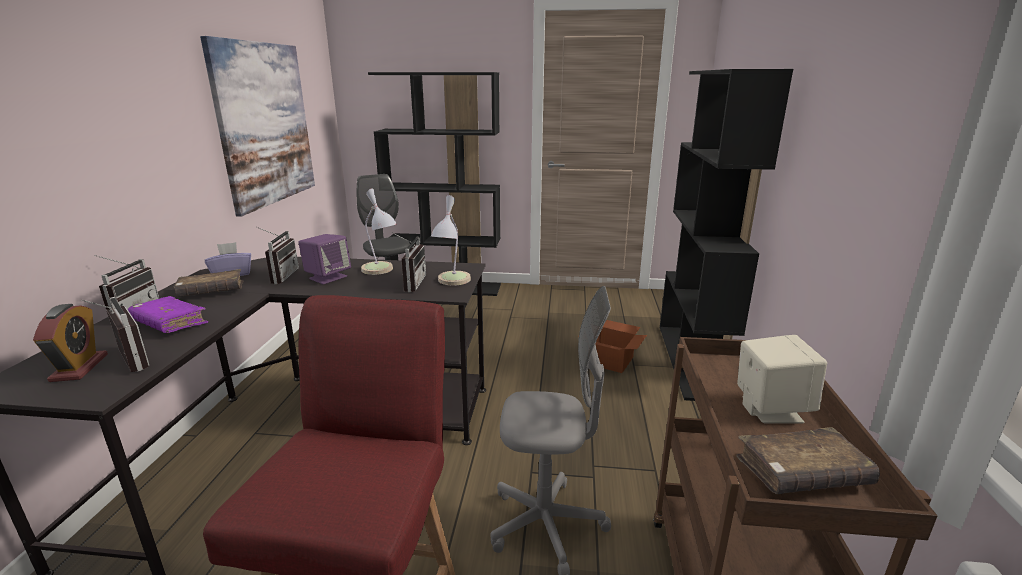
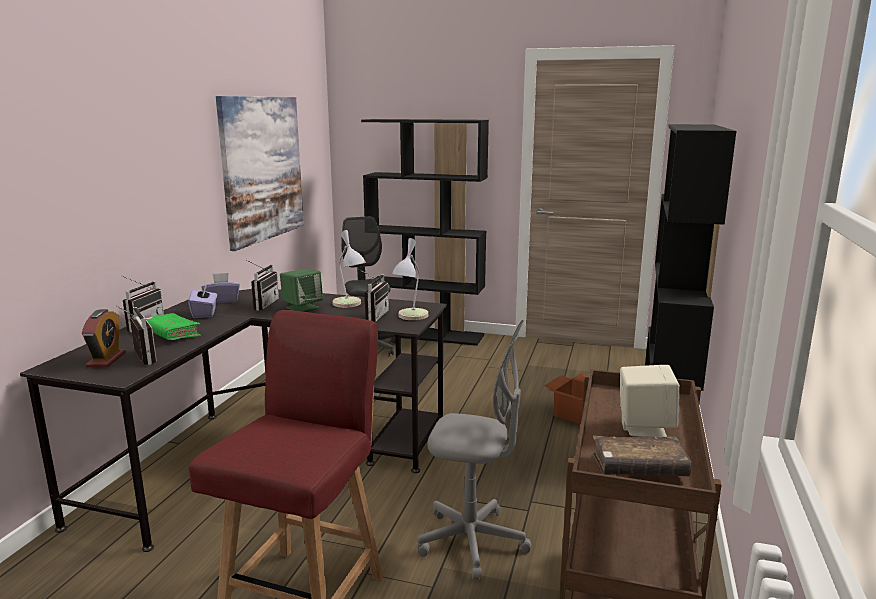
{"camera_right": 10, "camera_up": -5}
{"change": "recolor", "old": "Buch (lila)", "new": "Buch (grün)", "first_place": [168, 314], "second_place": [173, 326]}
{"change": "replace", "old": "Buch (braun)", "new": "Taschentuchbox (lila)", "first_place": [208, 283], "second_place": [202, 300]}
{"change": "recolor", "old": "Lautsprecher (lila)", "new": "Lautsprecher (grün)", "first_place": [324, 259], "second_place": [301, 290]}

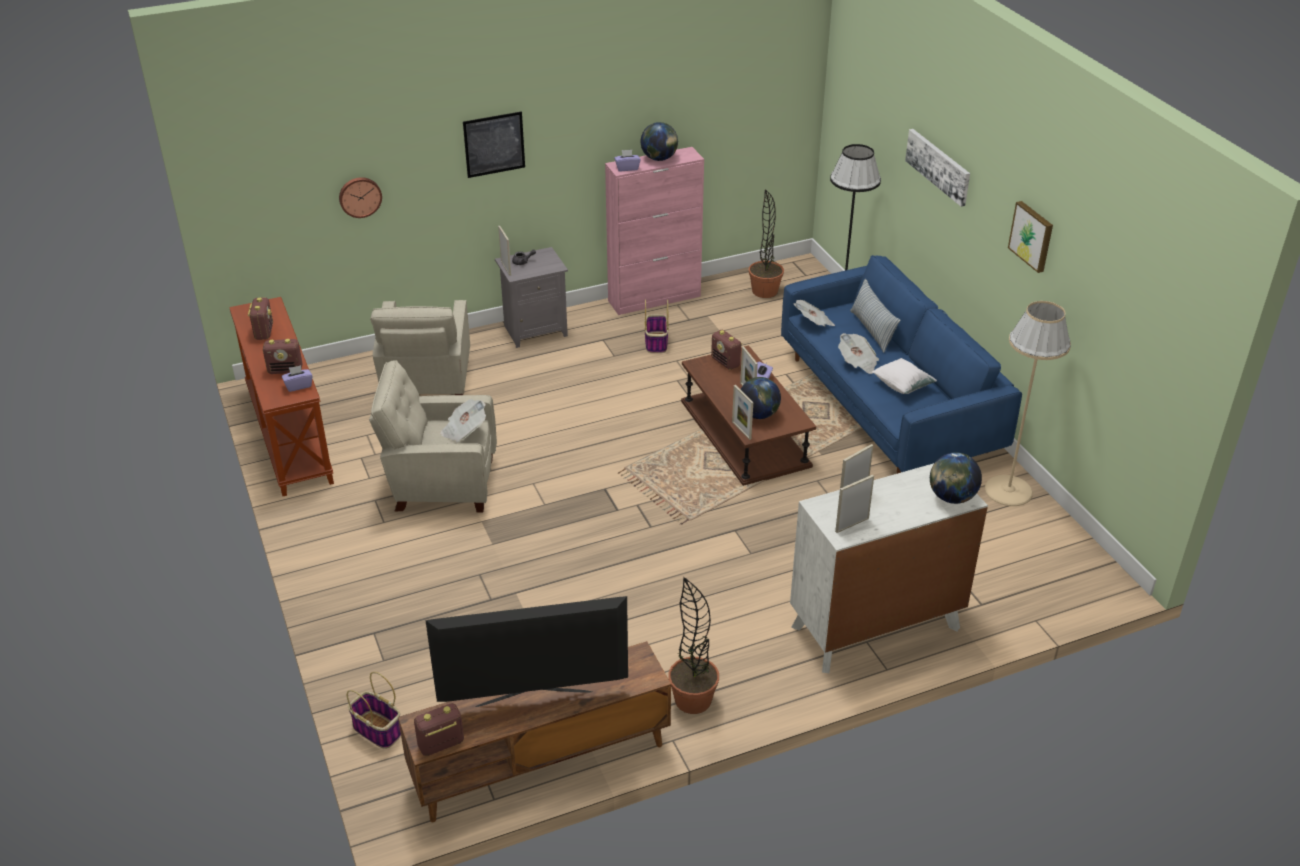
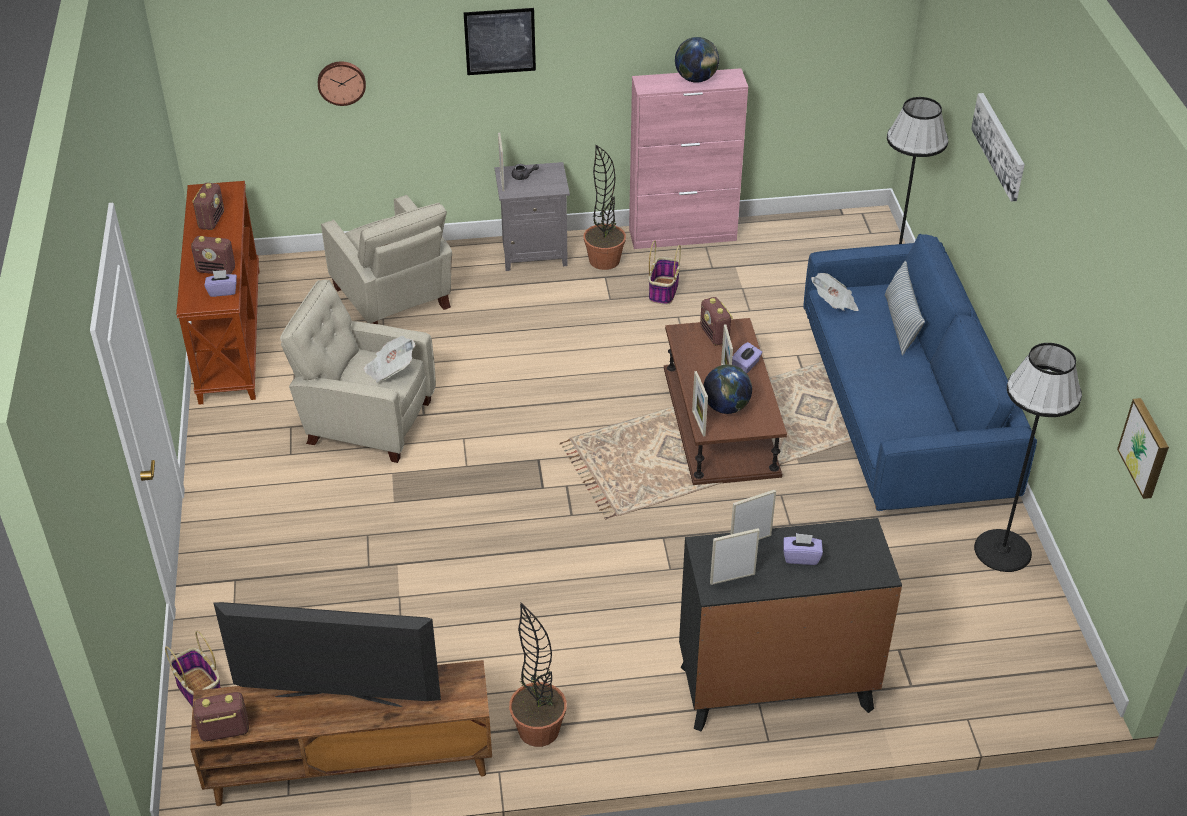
{"camera_right": 15, "camera_up": 5}
{"change": "rotate", "old": "Sessel (beige)", "first_place": [420, 347], "second_place": [386, 259], "degrees": -45}
{"change": "move", "old": "Taschentuchbox (lila)", "first_place": [627, 160], "second_place": [803, 549]}
{"change": "move", "old": "Topfpflanze", "first_place": [766, 243], "second_place": [605, 207]}
{"change": "recolor", "old": "Kommode (weiß)", "new": "Kommode (schwarz)", "first_place": [889, 568], "second_place": [790, 625]}
{"change": "delete", "old": "Zeitung", "first_place": [858, 353]}
{"change": "delete", "old": "Kissen (weiß)", "first_place": [904, 376]}
{"change": "delete", "old": "Globus", "first_place": [956, 478]}
{"change": "recolor", "old": "Stehlampe (beige)", "new": "Stehlampe (schwarz)", "first_place": [1028, 403], "second_place": [1028, 457]}
{"change": "move", "old": "Bild", "first_place": [1030, 237], "second_place": [1143, 448]}

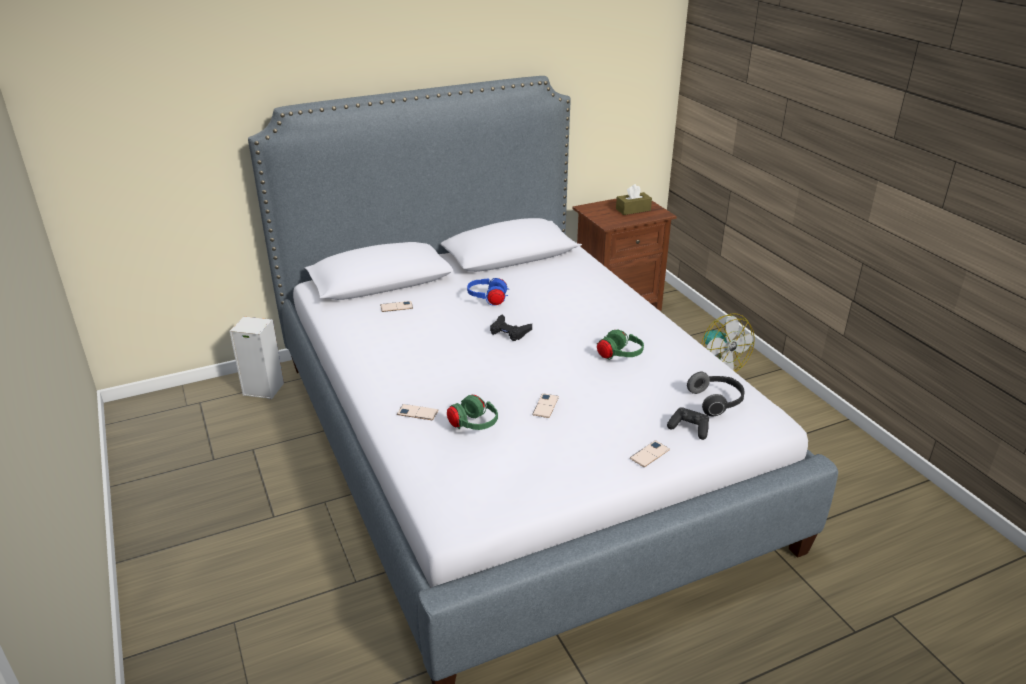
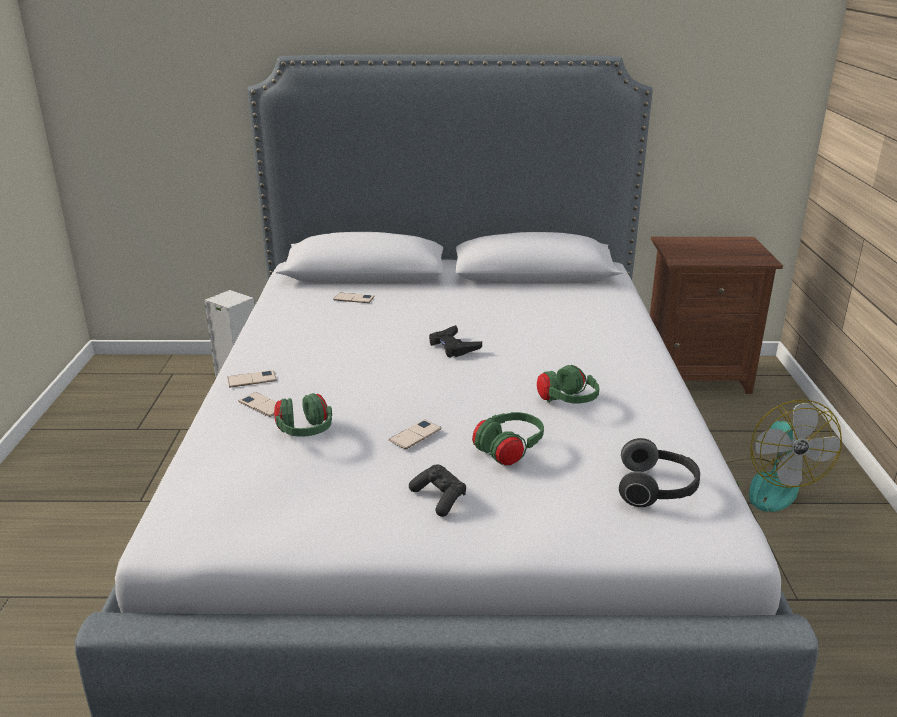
{"camera_right": 25, "camera_up": -5}
{"change": "delete", "old": "Kopfhörer (blau)", "first_place": [487, 291]}
{"change": "delete", "old": "Taschentuchbox (braun)", "first_place": [634, 199]}
{"change": "move", "old": "Handy", "first_place": [650, 453], "second_place": [252, 378]}
{"change": "move", "old": "Gamepad (schwarz)", "first_place": [688, 423], "second_place": [437, 491]}
{"change": "insert", "new": "Kopfhörer (grün)", "second_place": [508, 438]}

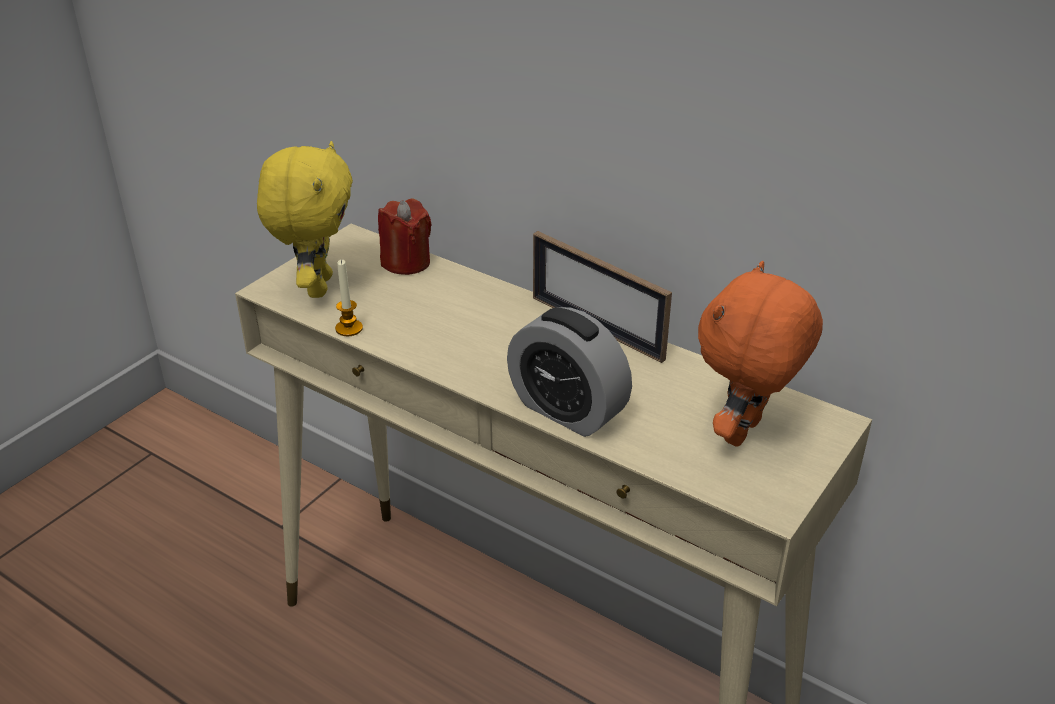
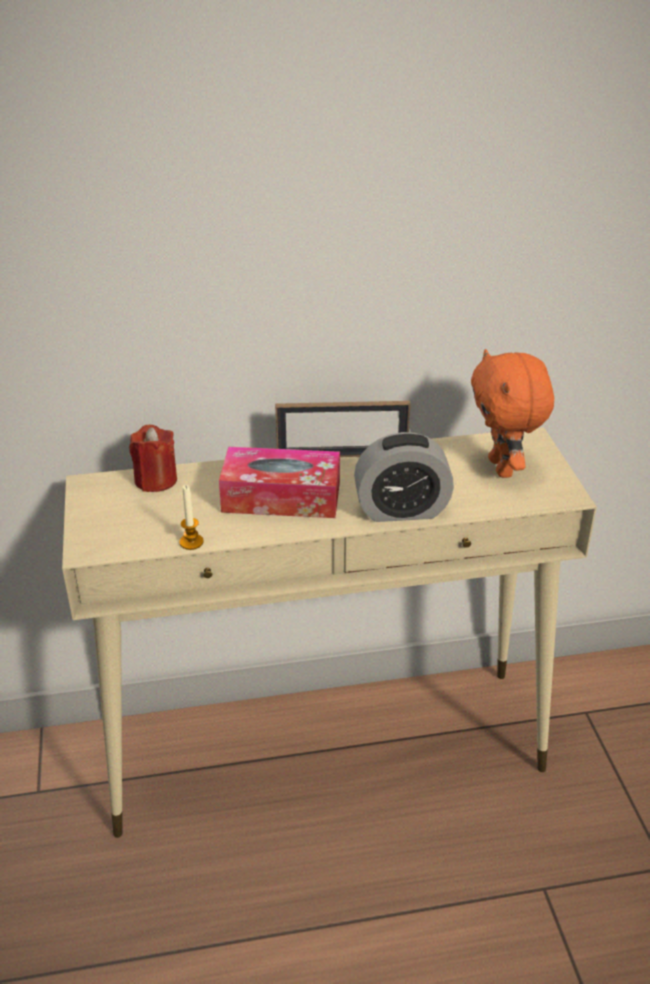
{"camera_right": -45, "camera_up": 0}
{"change": "delete", "old": "Plüschtier (gelb)", "first_place": [305, 219]}
{"change": "insert", "new": "Taschentuchbox", "second_place": [279, 482]}

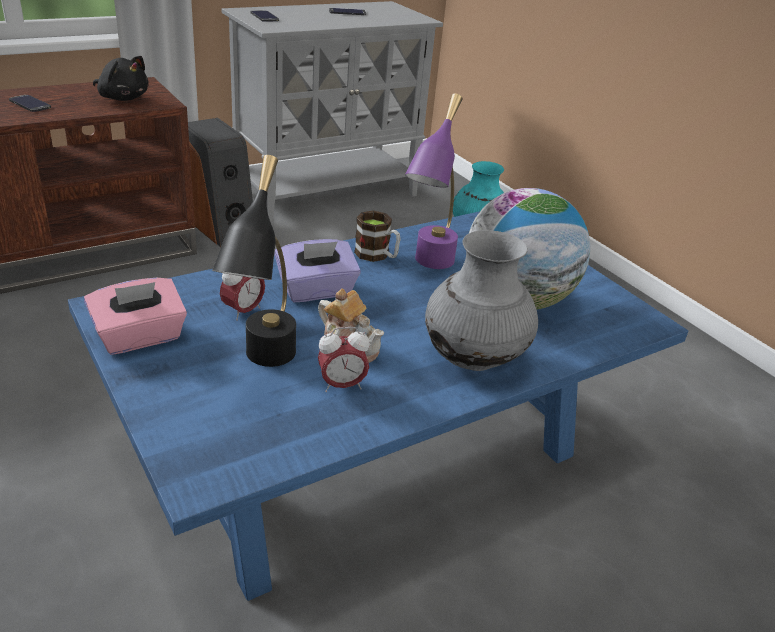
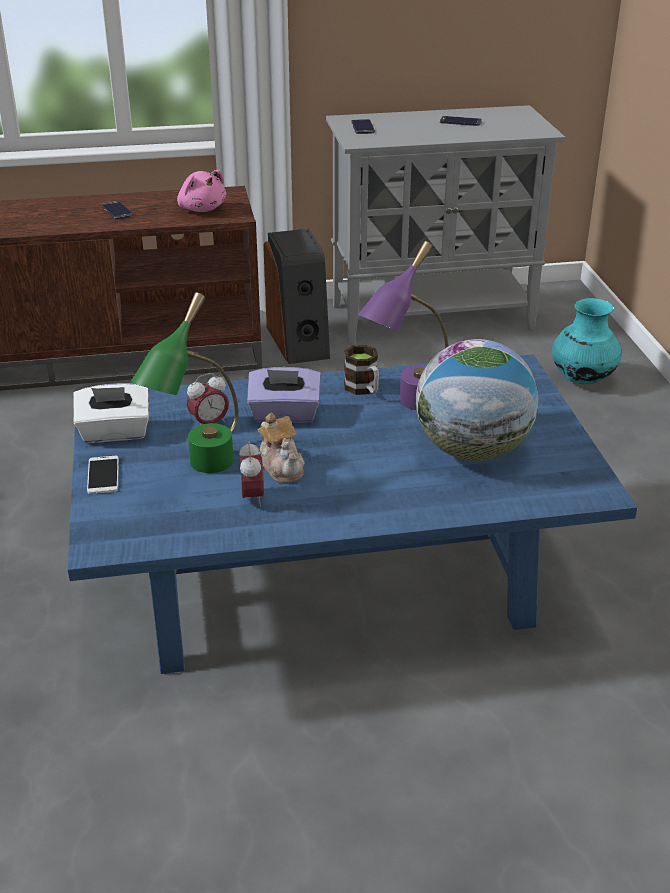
{"camera_right": 25, "camera_up": 0}
{"change": "recolor", "old": "Taschentuchbox (rosa)", "new": "Taschentuchbox (weiß)", "first_place": [135, 316], "second_place": [111, 413]}
{"change": "recolor", "old": "Plüschtier (schwarz)", "new": "Plüschtier (rosa)", "first_place": [121, 78], "second_place": [201, 191]}
{"change": "recolor", "old": "Tischlampe (schwarz)", "new": "Tischlampe (grün)", "first_place": [254, 261], "second_place": [185, 382]}
{"change": "rotate", "old": "Wecker", "first_place": [344, 359], "second_place": [251, 474], "degrees": -105}
{"change": "delete", "old": "Vase (grau)", "first_place": [481, 300]}
{"change": "insert", "new": "Handy", "second_place": [103, 475]}

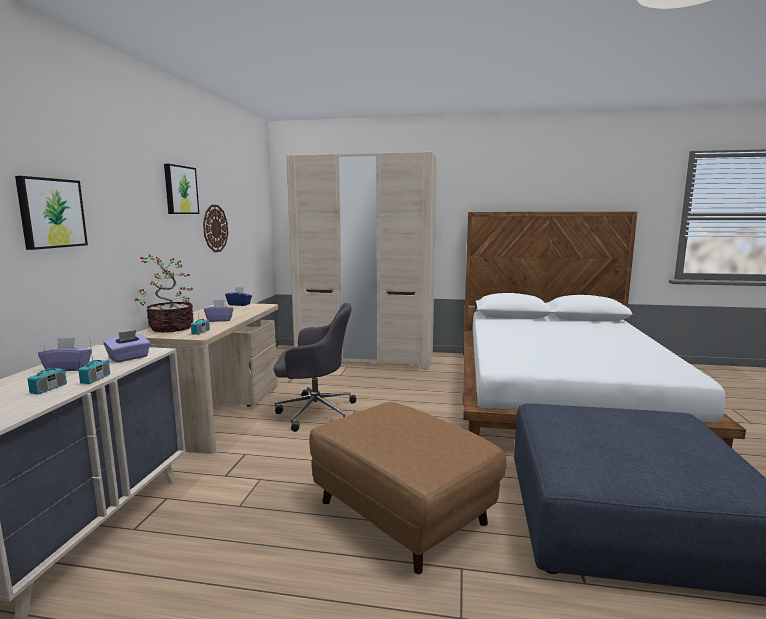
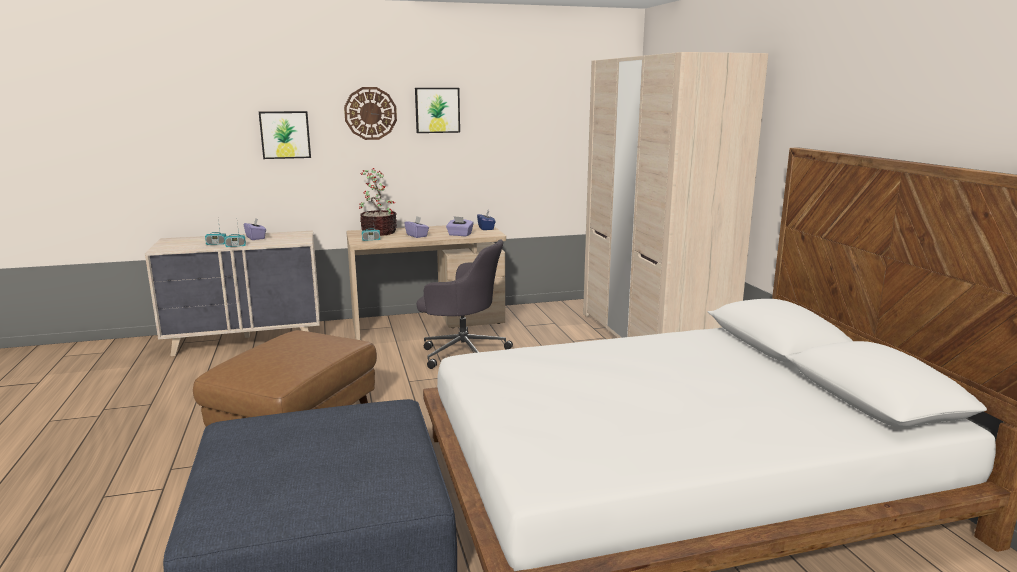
{"camera_right": 65, "camera_up": 5}
{"change": "move", "old": "Taschentuchbox (lila)", "first_place": [127, 346], "second_place": [460, 226]}
{"change": "move", "old": "Wanduhr", "first_place": [215, 228], "second_place": [370, 113]}
{"change": "rotate", "old": "Bürostuhl (grau)", "first_place": [315, 367], "second_place": [465, 304], "degrees": -45}

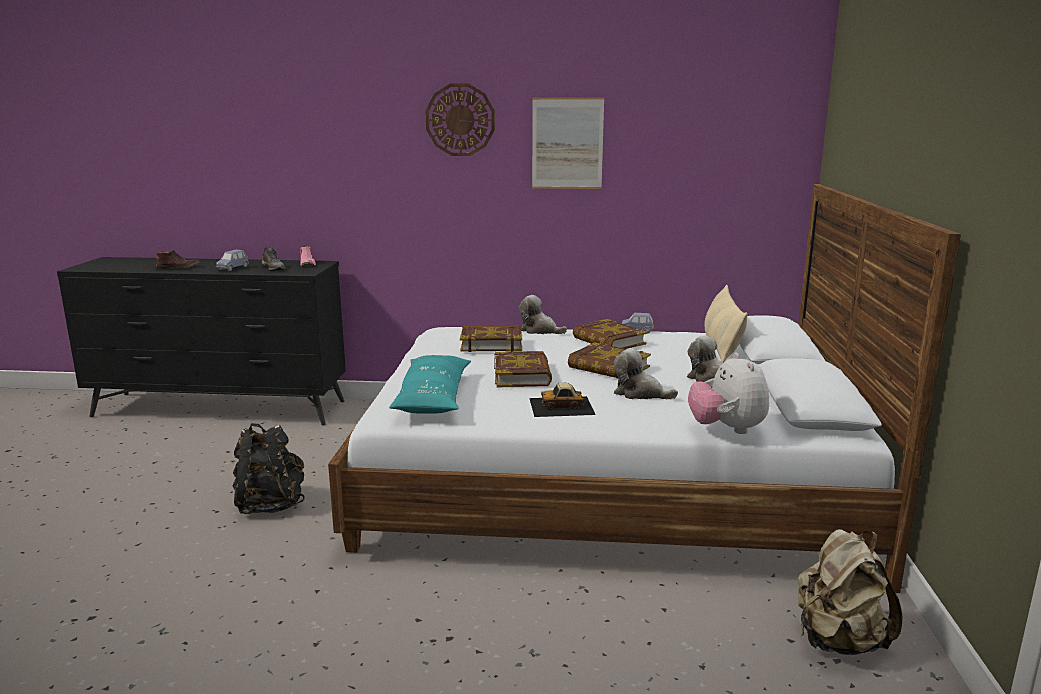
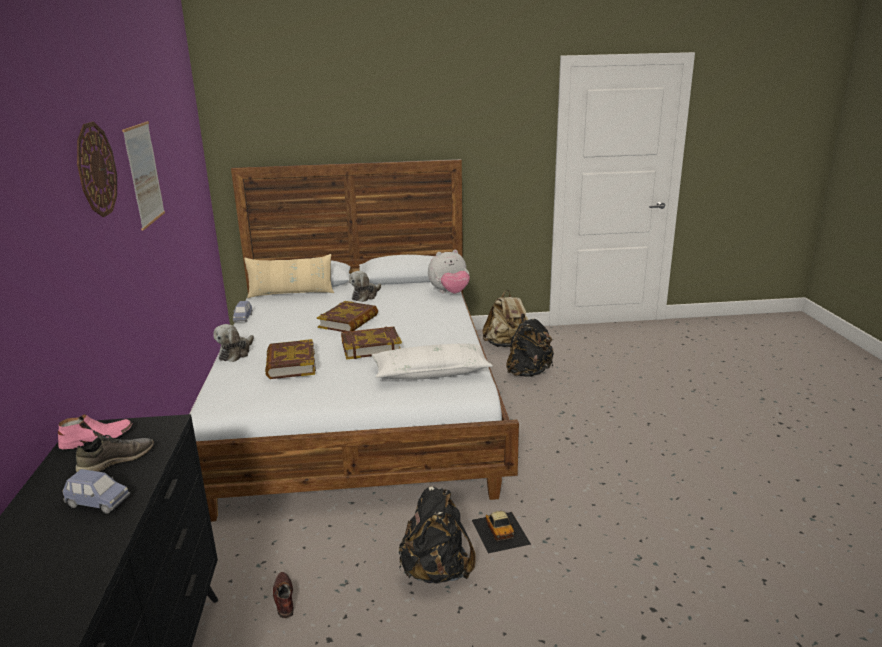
{"camera_right": -100, "camera_up": 5}
{"change": "move", "old": "Schuh (braun)", "first_place": [178, 259], "second_place": [283, 595]}
{"change": "recolor", "old": "Kissen (türkis)", "new": "Kissen (weiß)", "first_place": [430, 384], "second_place": [432, 361]}
{"change": "move", "old": "Spielzeugauto", "first_place": [562, 399], "second_place": [501, 532]}
{"change": "delete", "old": "Buch", "first_place": [610, 334]}
{"change": "delete", "old": "Plüschtier", "first_place": [646, 373]}
{"change": "insert", "new": "Rucksack (schwarz)", "second_place": [530, 345]}

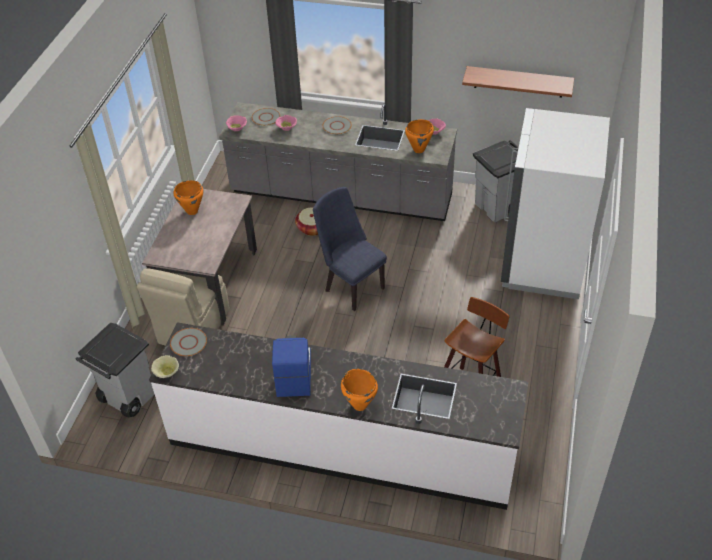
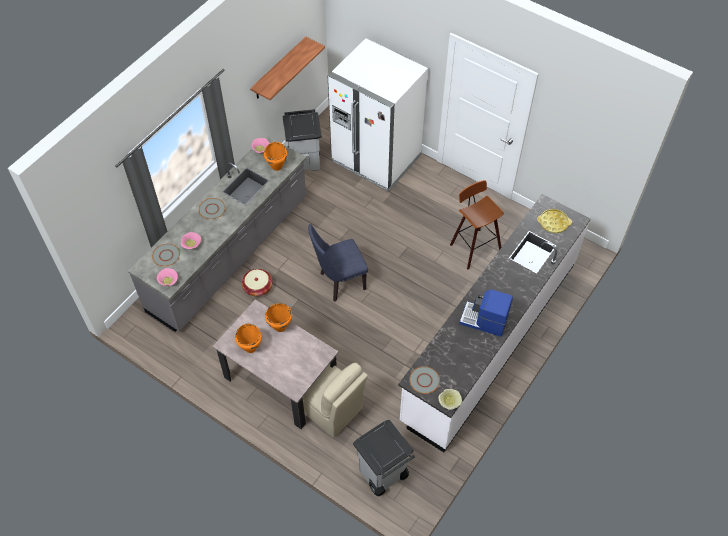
{"camera_right": -70, "camera_up": 10}
{"change": "move", "old": "Kochtopf (orange)", "first_place": [359, 390], "second_place": [278, 317]}
{"change": "insert", "new": "Tablett (gelb)", "second_place": [554, 221]}

